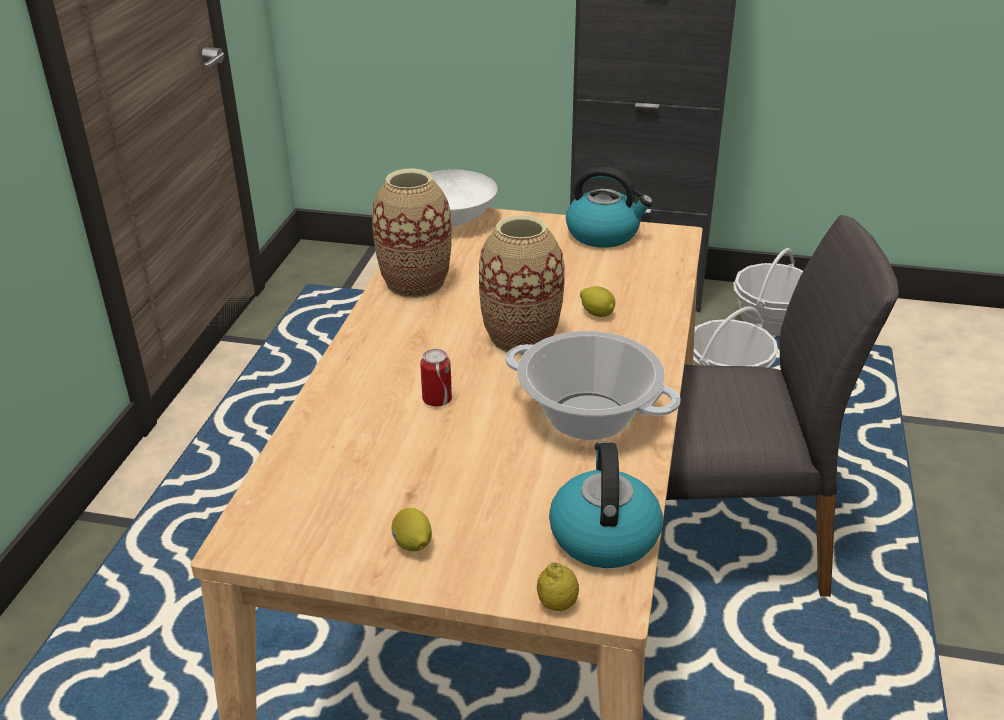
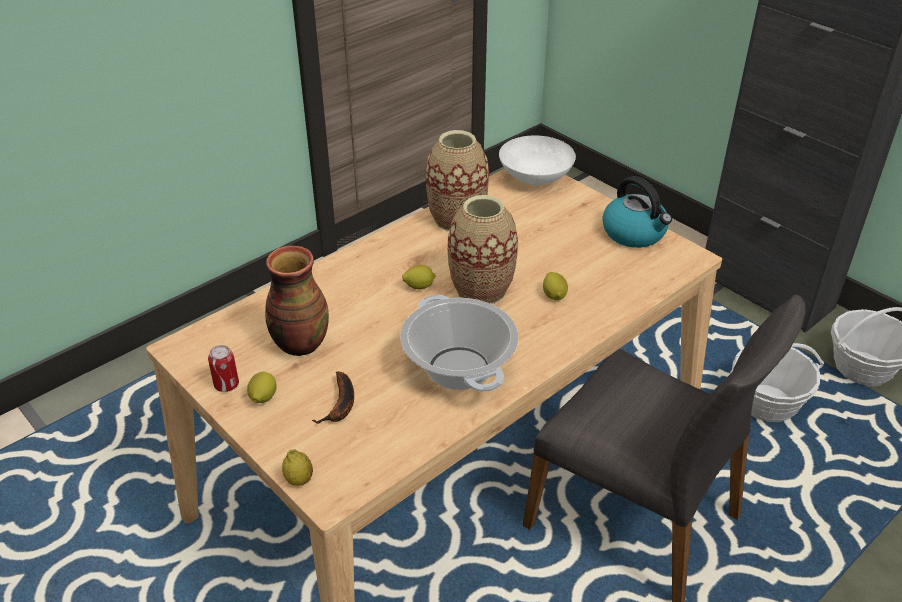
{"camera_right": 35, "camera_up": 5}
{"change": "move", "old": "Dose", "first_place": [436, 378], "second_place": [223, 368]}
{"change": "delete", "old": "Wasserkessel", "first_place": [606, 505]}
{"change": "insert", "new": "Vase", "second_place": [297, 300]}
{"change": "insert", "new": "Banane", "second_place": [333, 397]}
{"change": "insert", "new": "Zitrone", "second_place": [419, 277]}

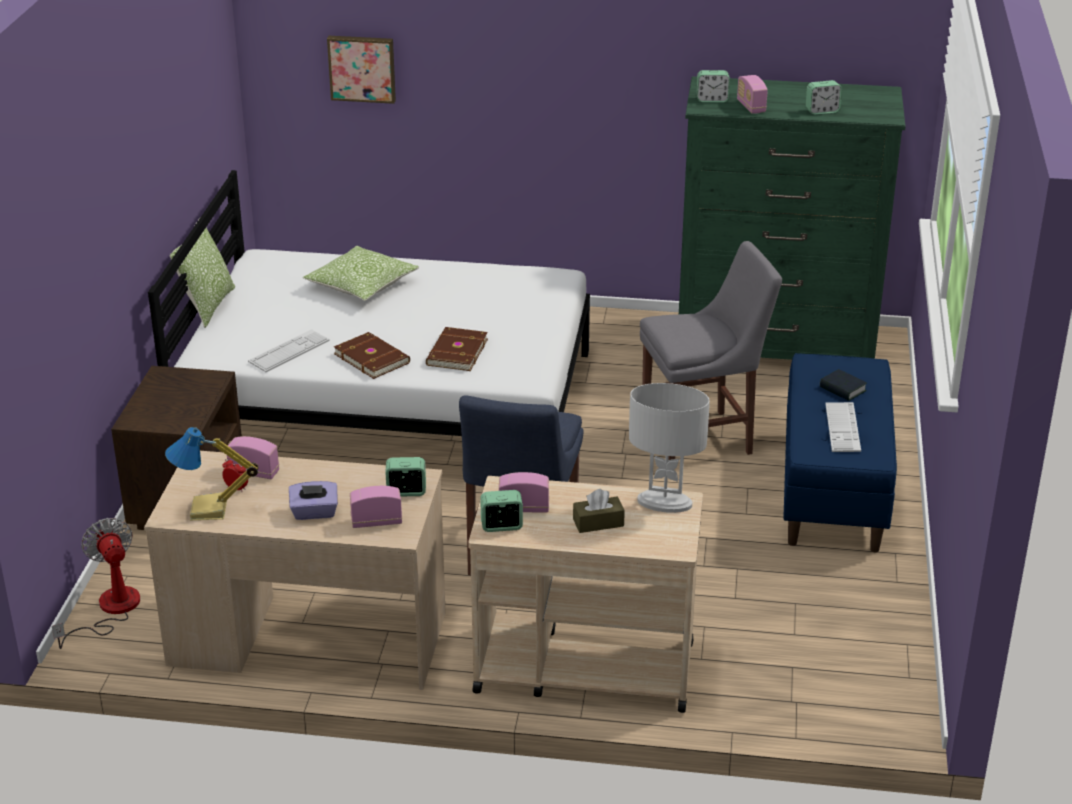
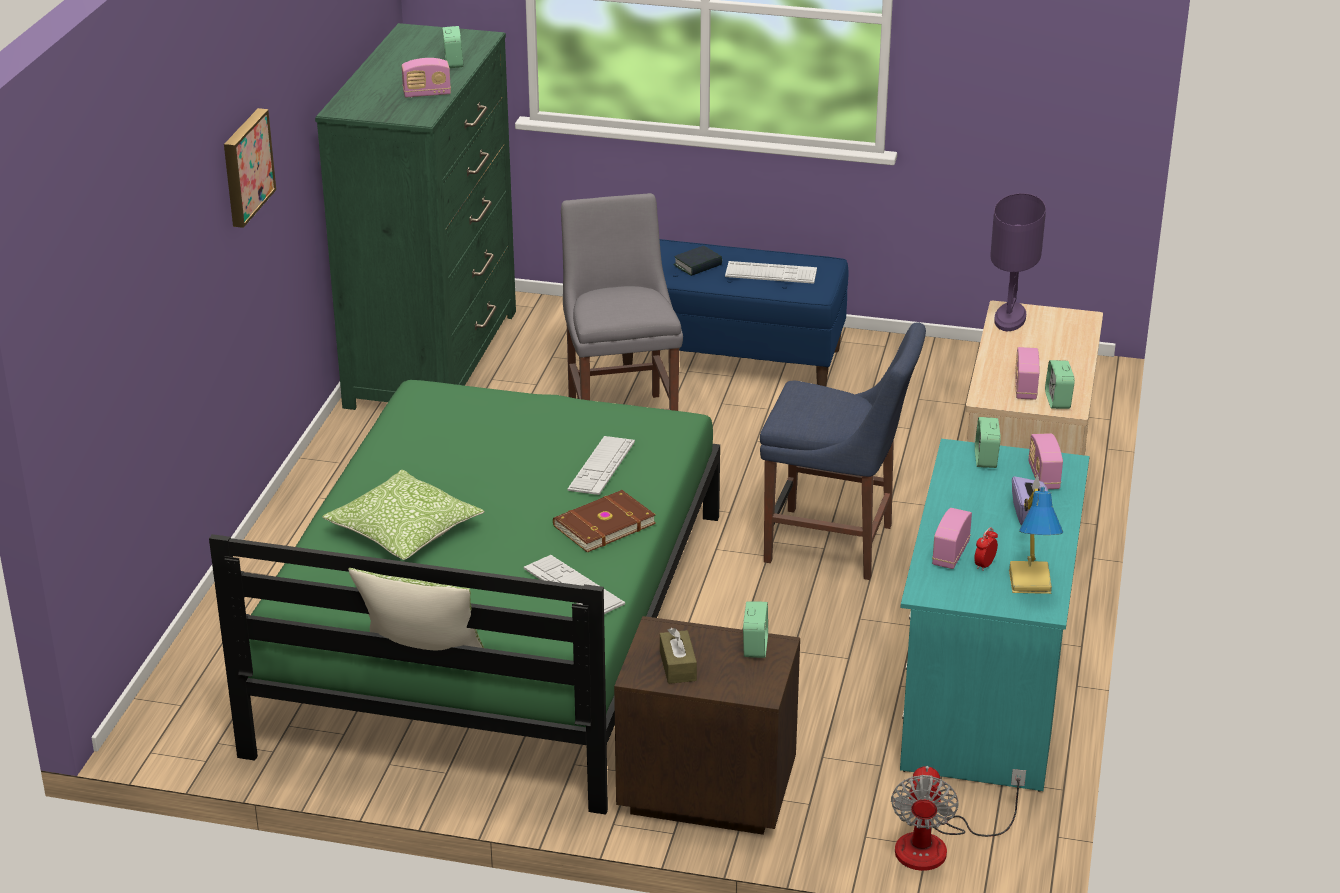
{"camera_right": -85, "camera_up": 0}
{"change": "rotate", "old": "Ventilator", "first_place": [96, 583], "second_place": [958, 818], "degrees": -60}
{"change": "recolor", "old": "Schreibtisch (beige)", "new": "Schreibtisch (türkis)", "first_place": [295, 570], "second_place": [995, 615]}
{"change": "recolor", "old": "Bett (weiß)", "new": "Bett (grün)", "first_place": [369, 303], "second_place": [464, 597]}
{"change": "move", "old": "Bild", "first_place": [361, 70], "second_place": [250, 168]}
{"change": "replace", "old": "Buch (braun)", "new": "Tastatur", "first_place": [457, 349], "second_place": [601, 465]}
{"change": "move", "old": "Taschentuchbox (braun)", "first_place": [599, 511], "second_place": [678, 656]}
{"change": "recolor", "old": "Tischlampe (weiß)", "new": "Tischlampe (lila)", "first_place": [669, 448], "second_place": [1018, 262]}
{"change": "move", "old": "Wecker", "first_place": [713, 86], "second_place": [755, 629]}

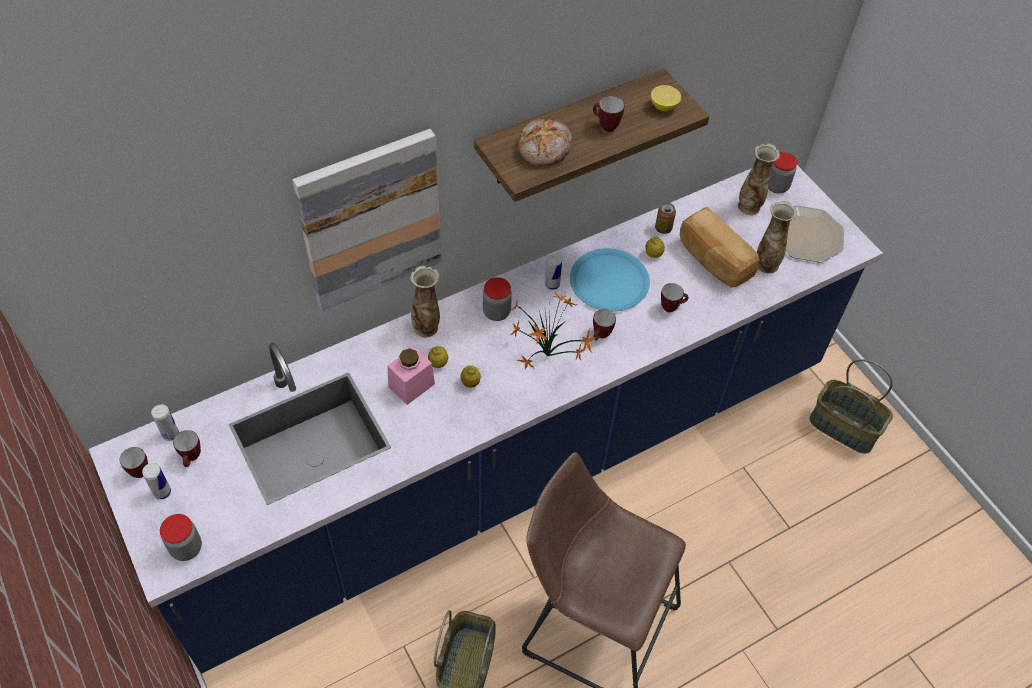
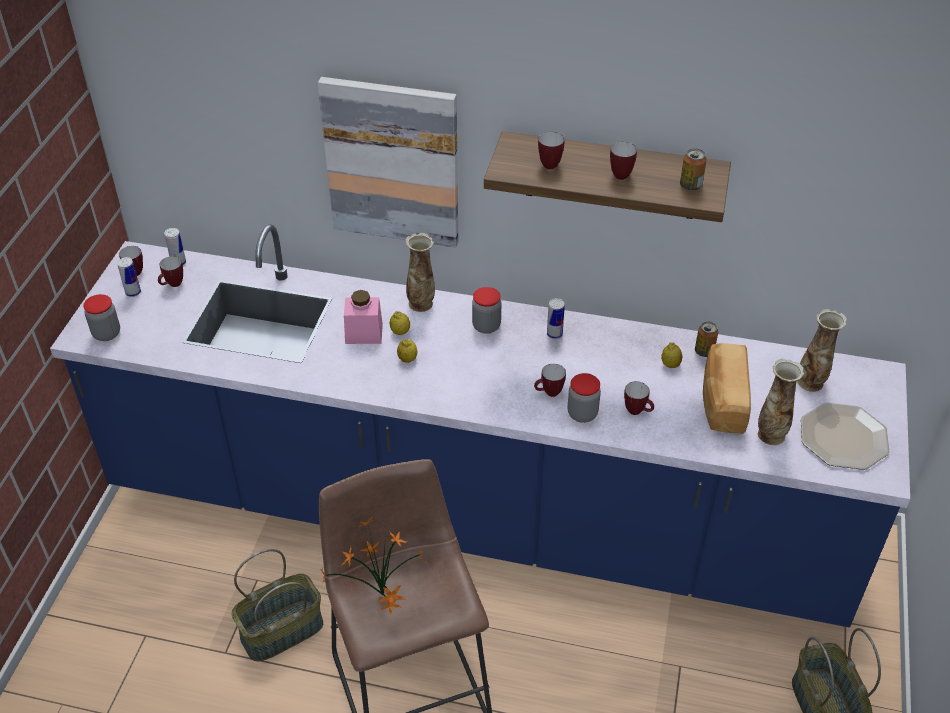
{"camera_right": 45, "camera_up": -10}
{"change": "move", "old": "Topfpflanze", "first_place": [553, 331], "second_place": [372, 566]}
{"change": "replace", "old": "Brot", "new": "Henkelbecher", "first_place": [544, 142], "second_place": [551, 150]}
{"change": "delete", "old": "Teller (blau)", "first_place": [610, 280]}
{"change": "replace", "old": "Zitrone", "new": "Dose", "first_place": [666, 98], "second_place": [693, 170]}
{"change": "move", "old": "Vorratsglas", "first_place": [782, 172], "second_place": [584, 398]}

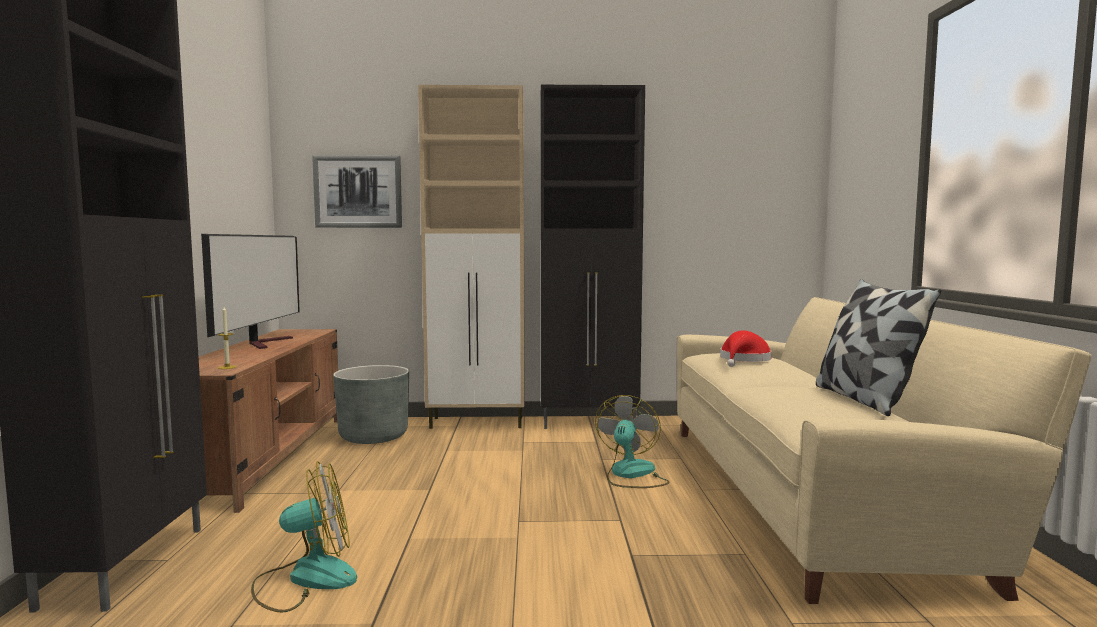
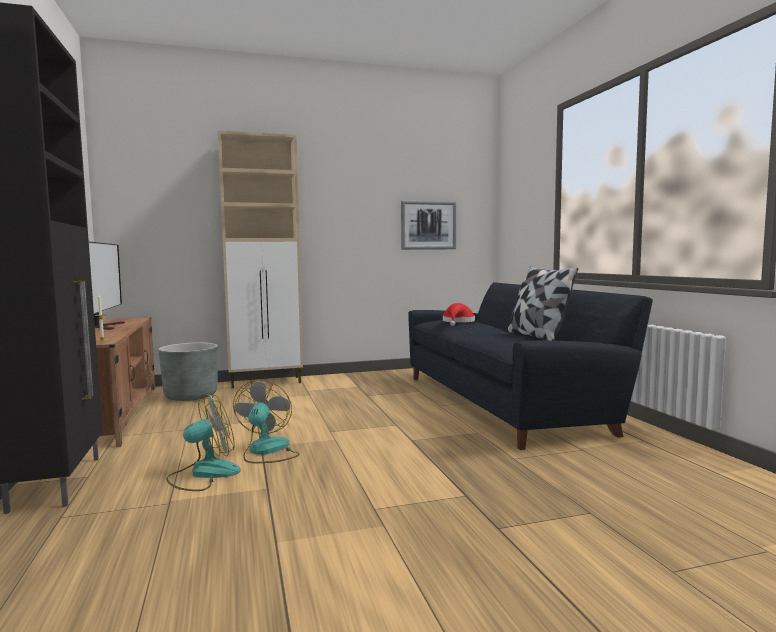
{"camera_right": -15, "camera_up": 0}
{"change": "move", "old": "Bild", "first_place": [357, 191], "second_place": [428, 225]}
{"change": "delete", "old": "Schrank (schwarz)", "first_place": [592, 257]}
{"change": "move", "old": "Ventilator", "first_place": [632, 441], "second_place": [266, 422]}
{"change": "recolor", "old": "Sofa (beige)", "new": "Sofa (schwarz)", "first_place": [884, 450], "second_place": [530, 366]}

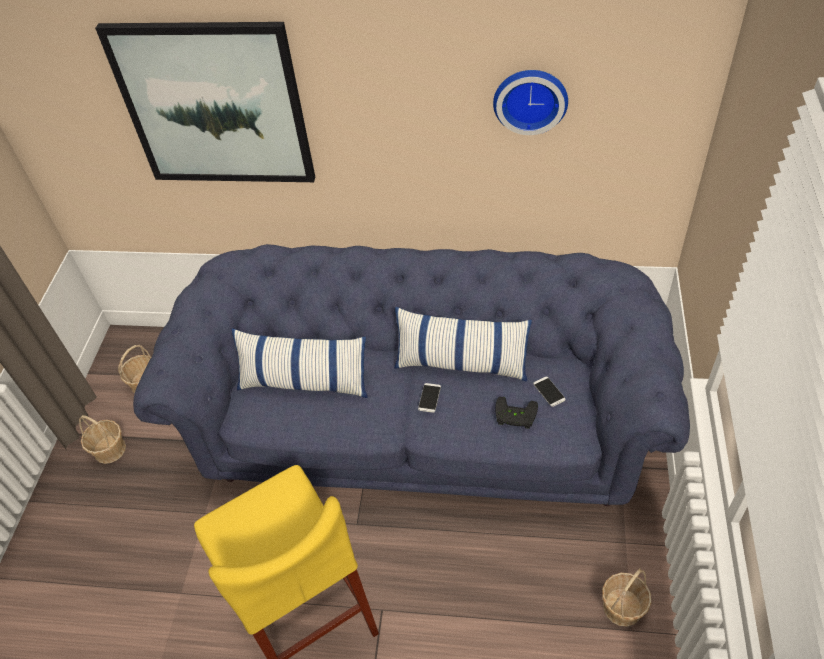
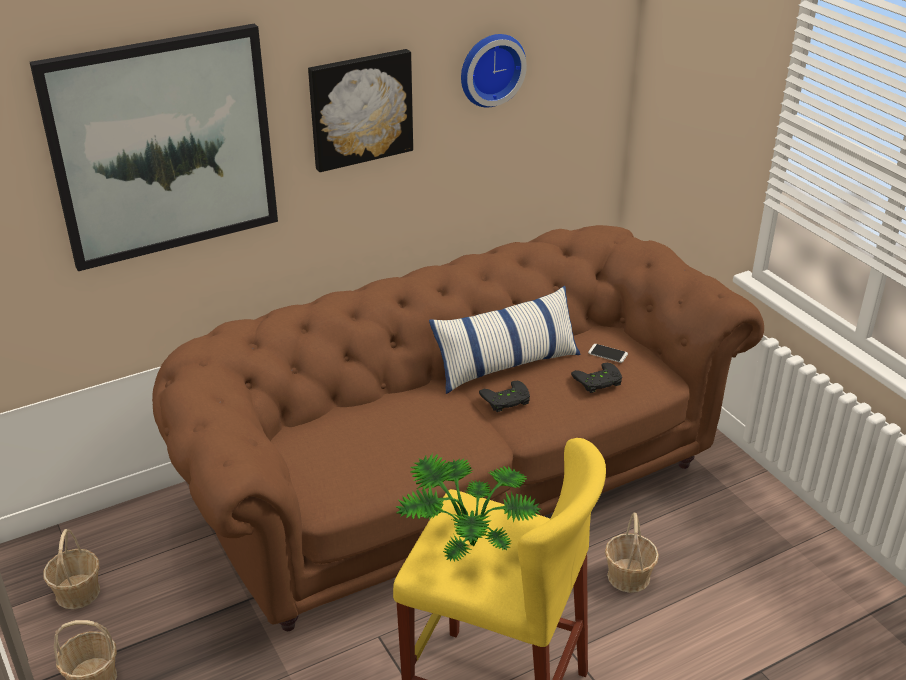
{"camera_right": -40, "camera_up": -15}
{"change": "recolor", "old": "Sofa (blau)", "new": "Sofa (braun)", "first_place": [411, 375], "second_place": [458, 428]}
{"change": "delete", "old": "Kissen", "first_place": [300, 363]}
{"change": "replace", "old": "Handy", "new": "Gamepad (schwarz)", "first_place": [429, 398], "second_place": [504, 396]}
{"change": "move", "old": "Korb", "first_place": [626, 597], "second_place": [632, 552]}
{"change": "insert", "new": "Bild", "second_place": [360, 110]}
{"change": "insert", "new": "Topfpflanze", "second_place": [468, 507]}

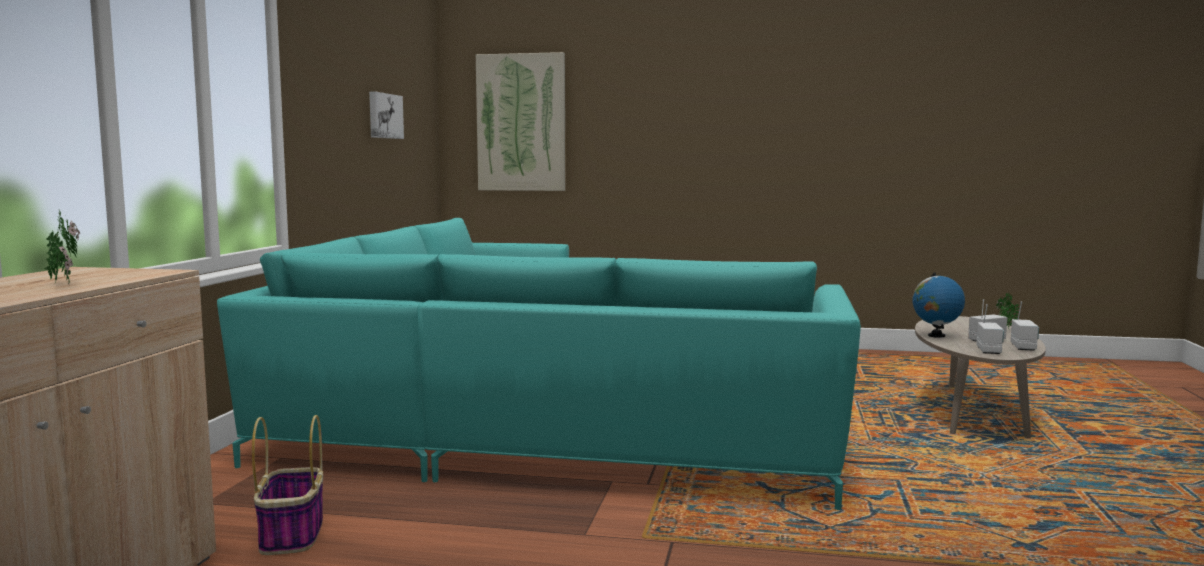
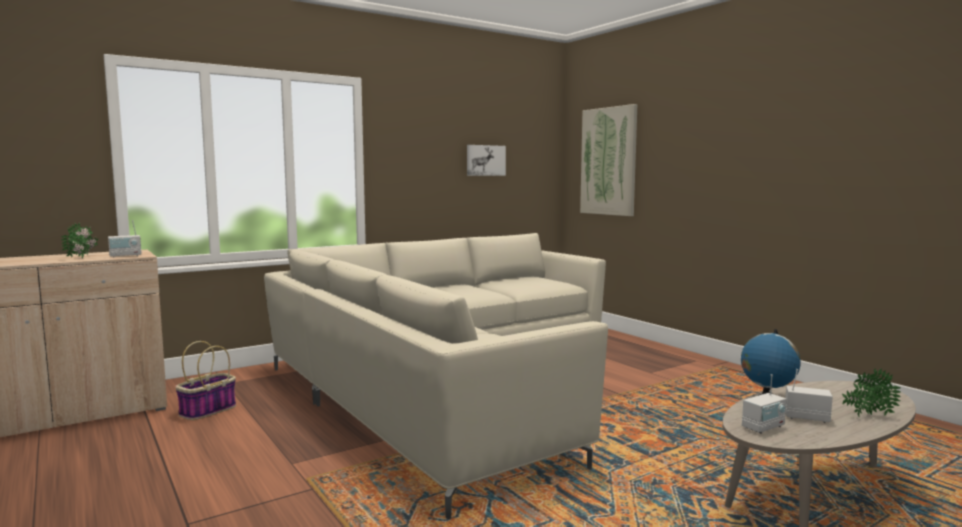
{"camera_right": 45, "camera_up": 0}
{"change": "recolor", "old": "Sofa (türkis)", "new": "Sofa (beige)", "first_place": [539, 364], "second_place": [436, 376]}
{"change": "move", "old": "Radio", "first_place": [1025, 326], "second_place": [125, 239]}

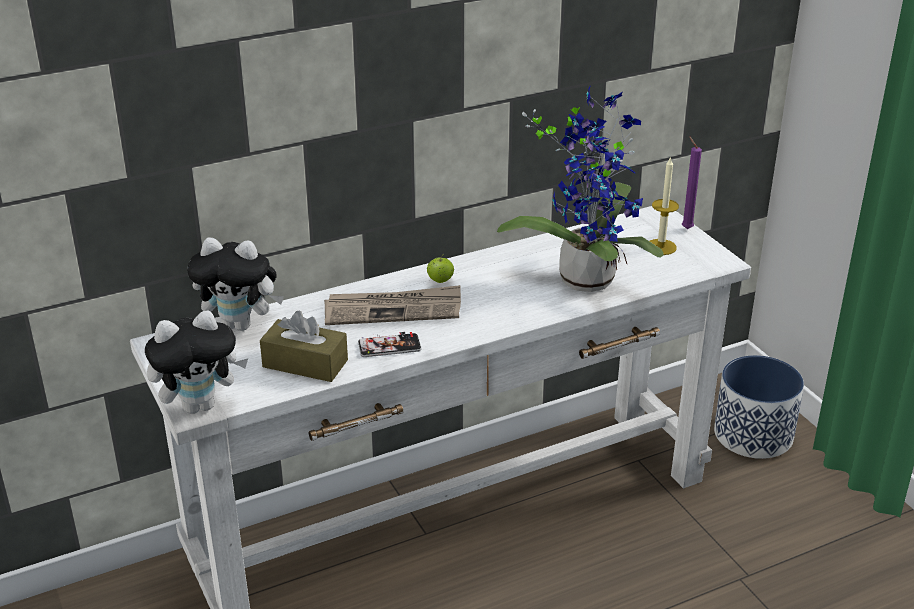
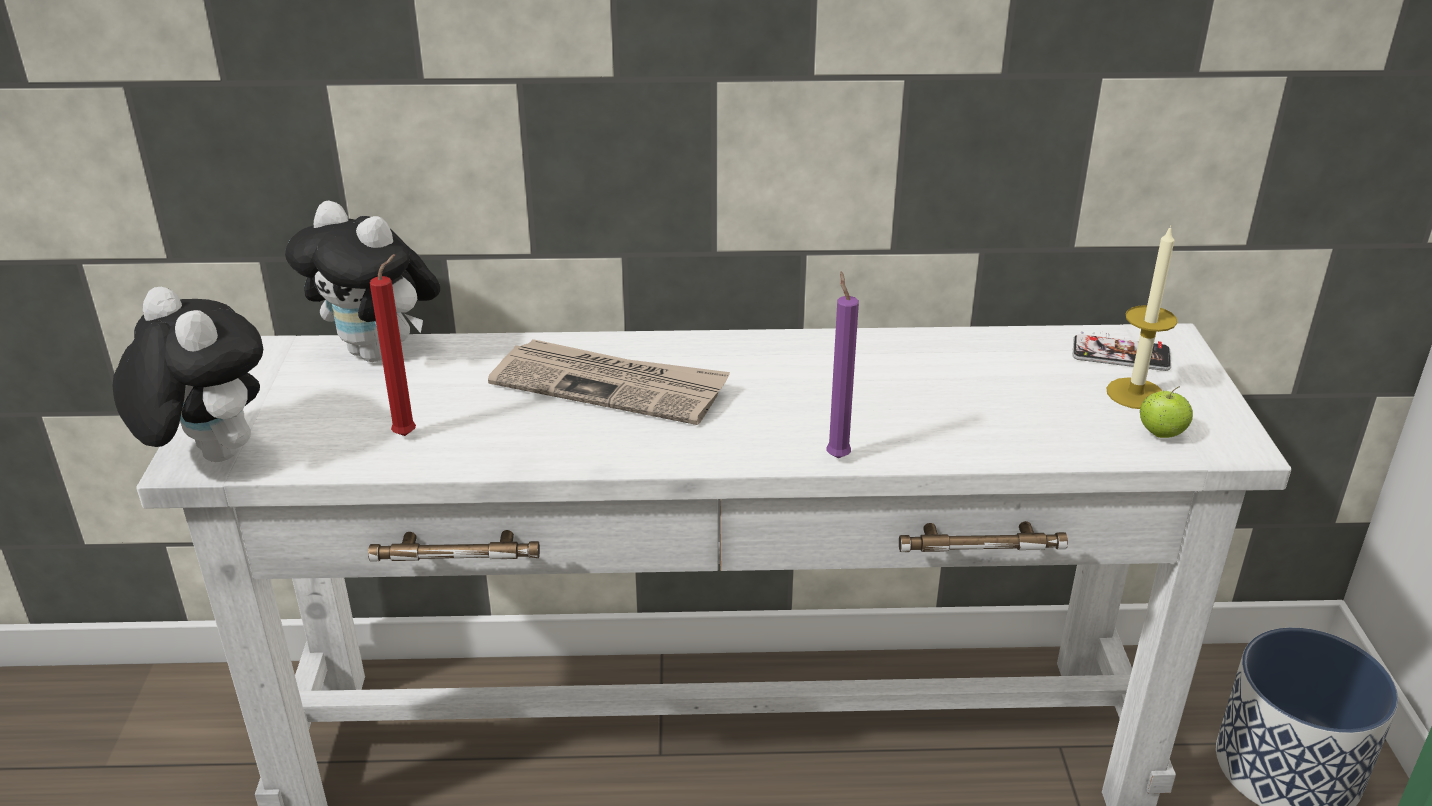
{"camera_right": 25, "camera_up": 0}
{"change": "rotate", "old": "Plüschtier", "first_place": [196, 362], "second_place": [187, 374], "degrees": -135}
{"change": "replace", "old": "Taschentuchbox (braun)", "new": "Kerze (rot)", "first_place": [304, 346], "second_place": [393, 345]}
{"change": "move", "old": "Handy", "first_place": [390, 344], "second_place": [1122, 351]}
{"change": "move", "old": "Apfel", "first_place": [440, 268], "second_place": [1166, 412]}
{"change": "delete", "old": "Topfpflanze", "first_place": [580, 188]}
{"change": "move", "old": "Kerze (lila)", "first_place": [692, 182], "second_place": [843, 365]}

